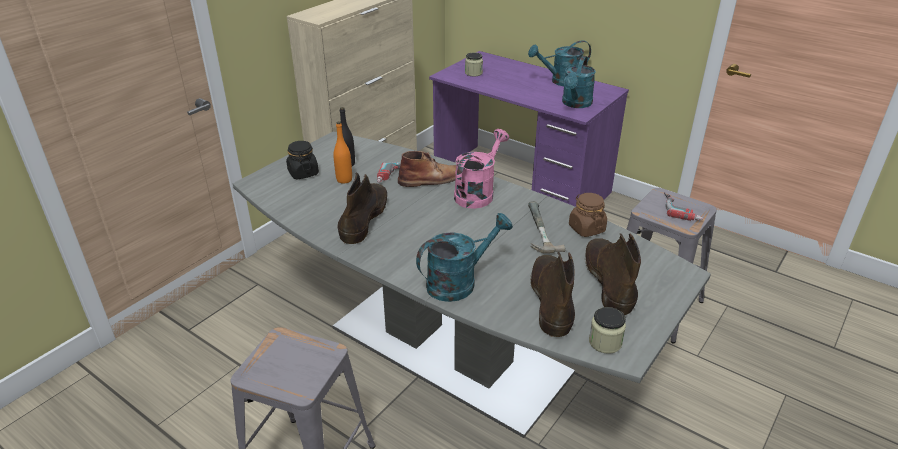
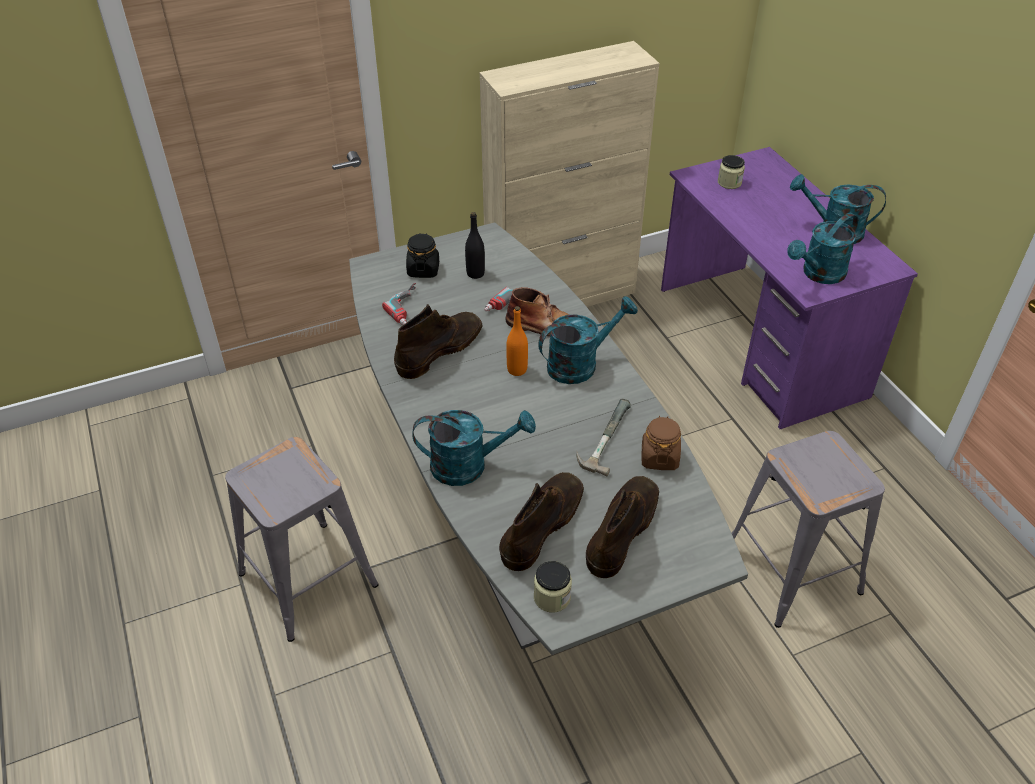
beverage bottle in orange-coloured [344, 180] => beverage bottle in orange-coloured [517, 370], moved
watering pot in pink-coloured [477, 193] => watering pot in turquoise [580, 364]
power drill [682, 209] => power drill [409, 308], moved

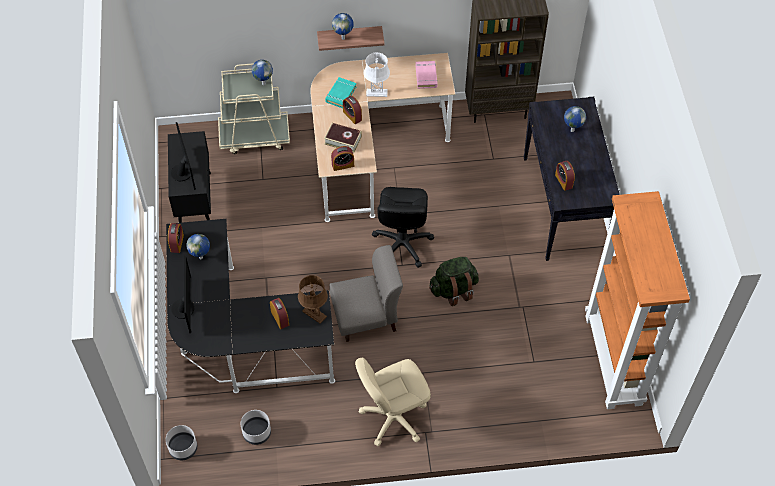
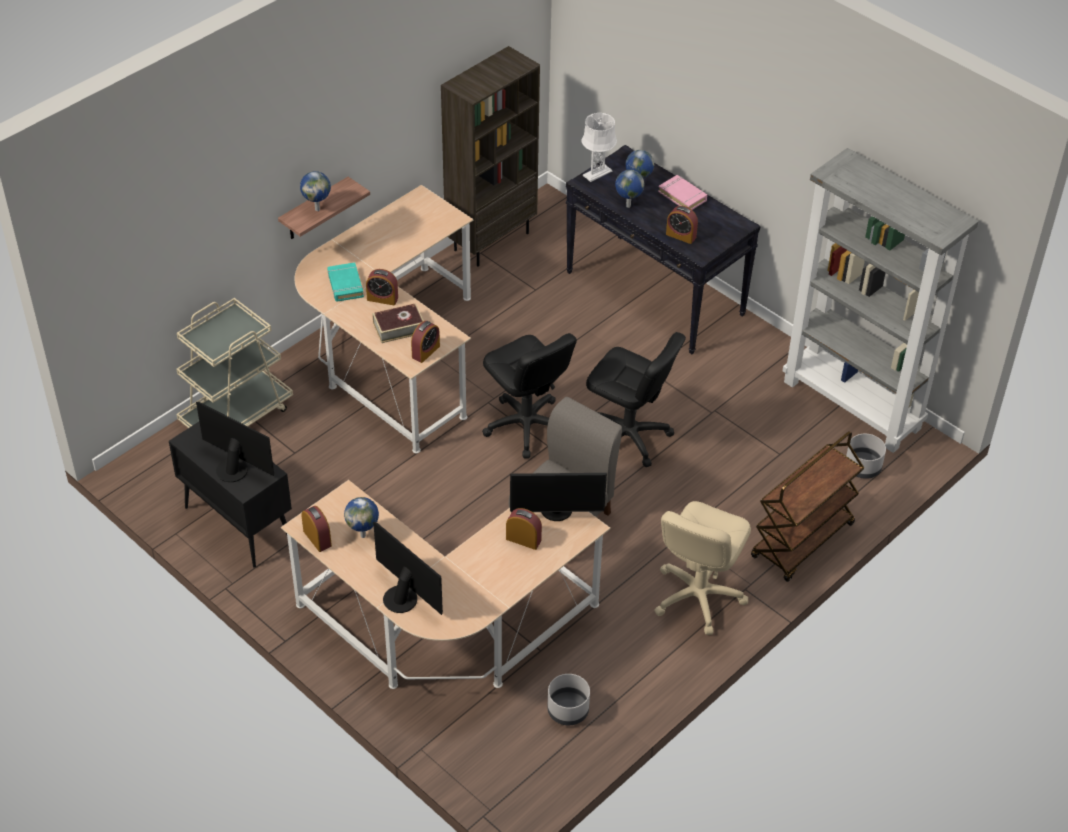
lamp for a table in white [377, 93] => lamp for a table in white [597, 173], moved
desk globe [263, 83] => desk globe [627, 206], moved
book in pink-coloured [426, 76] => book in pink-coloured [682, 196], moved
shelving unit in orange-coloured [614, 360] => shelving unit in grey [853, 405]
desk unit in blackish [239, 341] => desk unit in sand-coloured [447, 632]
rucksack in green [453, 290] => computer chair in blackish [628, 437]
lamp for a table in brown-coloured [314, 314] => computer display [557, 512]
flower pot in grey [183, 448] => flower pot in grey [862, 467], moved
nothing => wheeled cart in brown-coloured [802, 542]

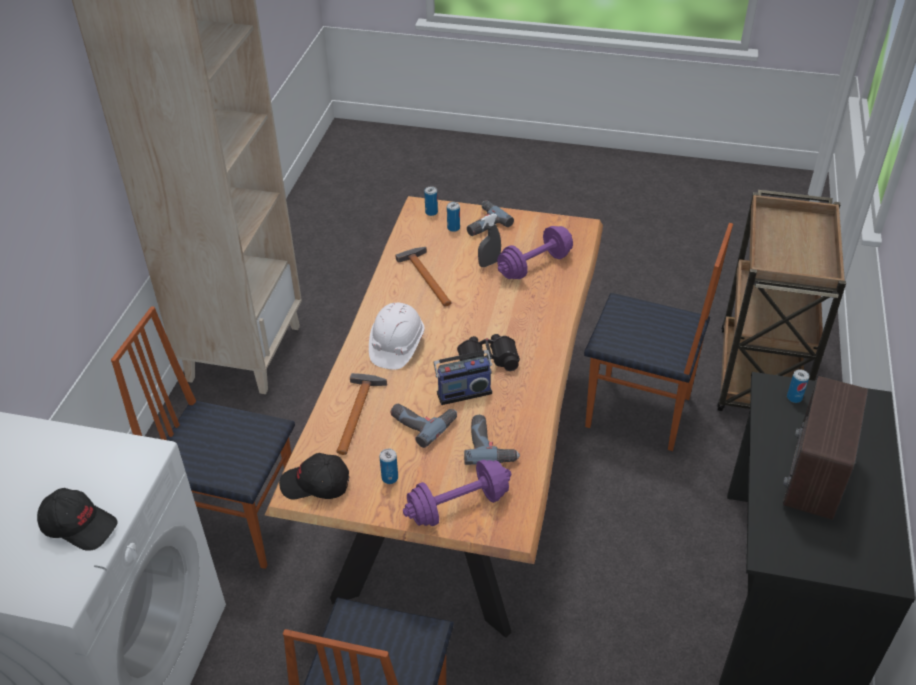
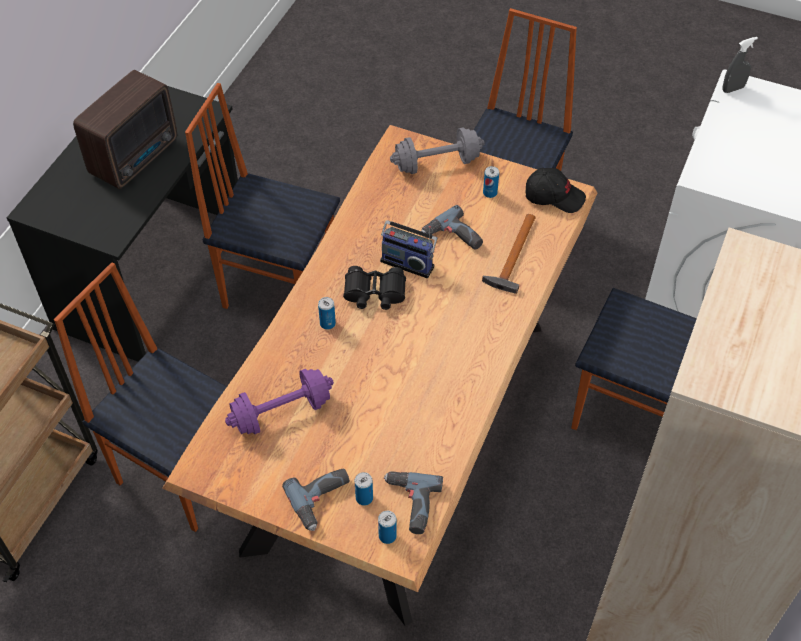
spray bottle in grey [489, 263] => spray bottle in grey [733, 89], moved
hand hammer [426, 276] => nothing
work helmet in white [396, 346] => nothing
radio set [463, 391] => radio set [408, 262], 150 degrees counterclockwise
metal can [794, 398] => metal can [327, 323], moved
power drill [490, 445] => power drill [409, 504], moved
dumbbell in purple [458, 506] => dumbbell in grey [436, 163]
cap in blackish [79, 525] => nothing
nothing => upright chair [279, 288]

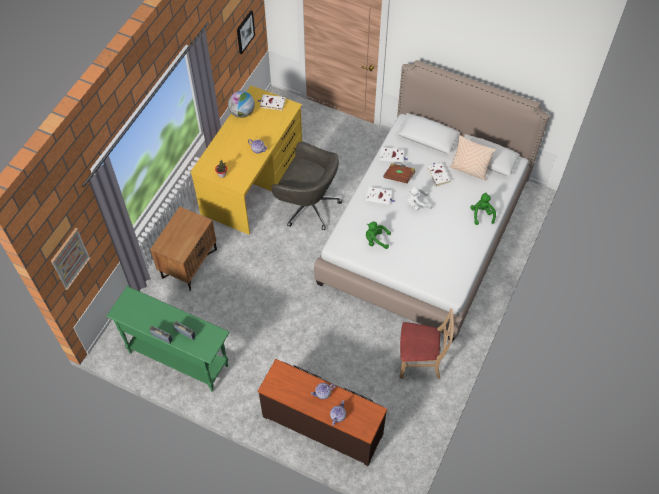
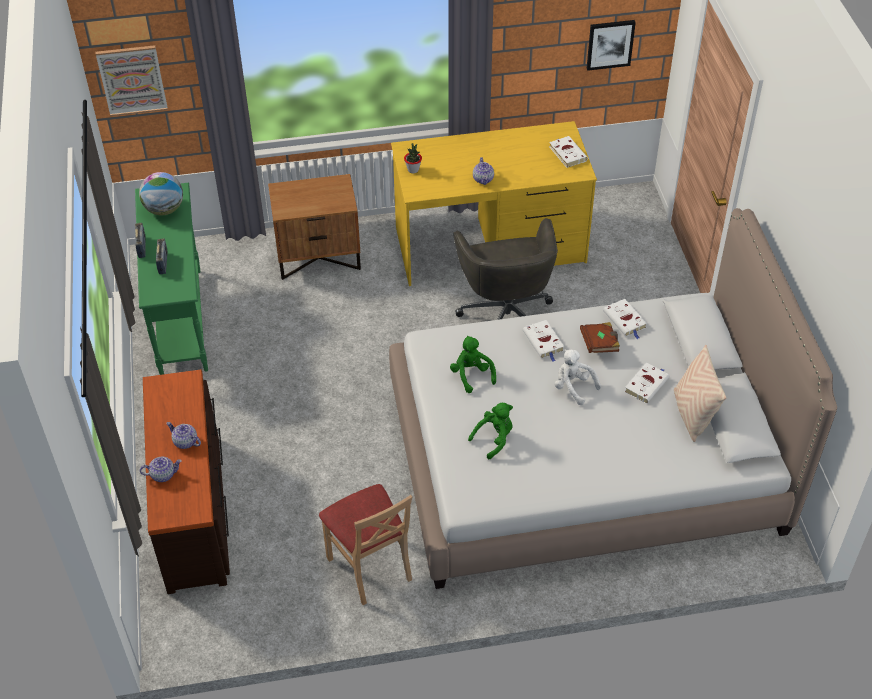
desk globe [242, 113] => desk globe [164, 209], moved
soft toy in green [481, 214] => soft toy in green [494, 439], moved

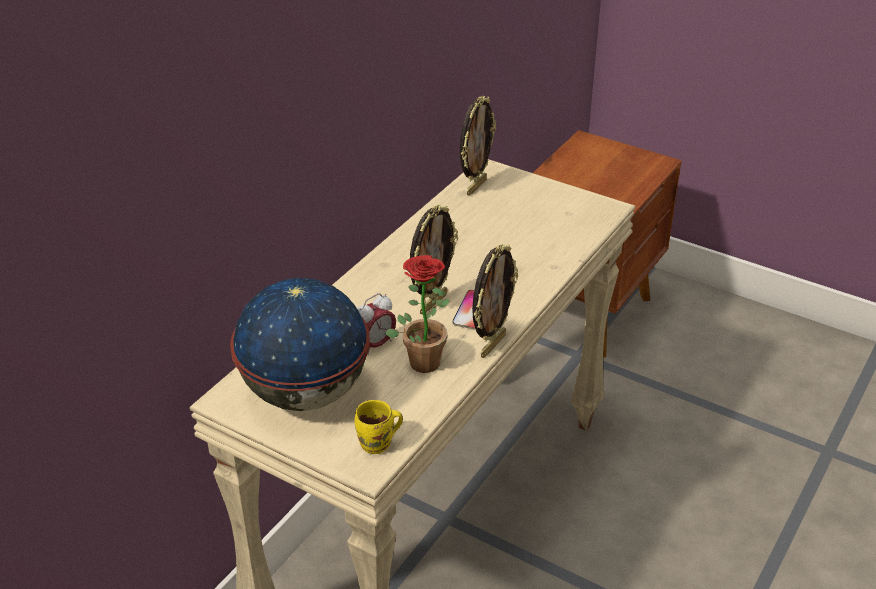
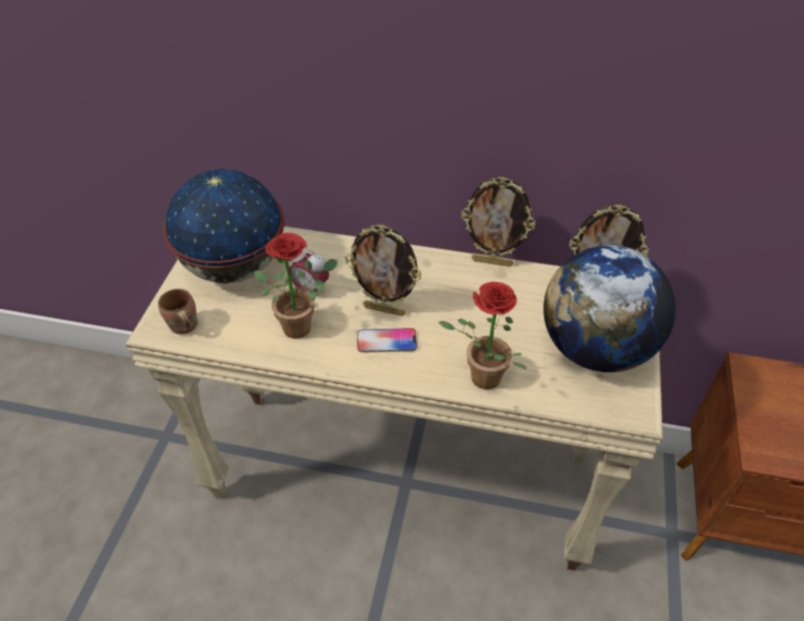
picture frame [492, 345] => picture frame [492, 261], moved
mug in yellow-coloured [378, 445] => mug in brown-coloured [183, 327]
nothing => desk globe [595, 349]
nothing => plant in a pot [479, 379]

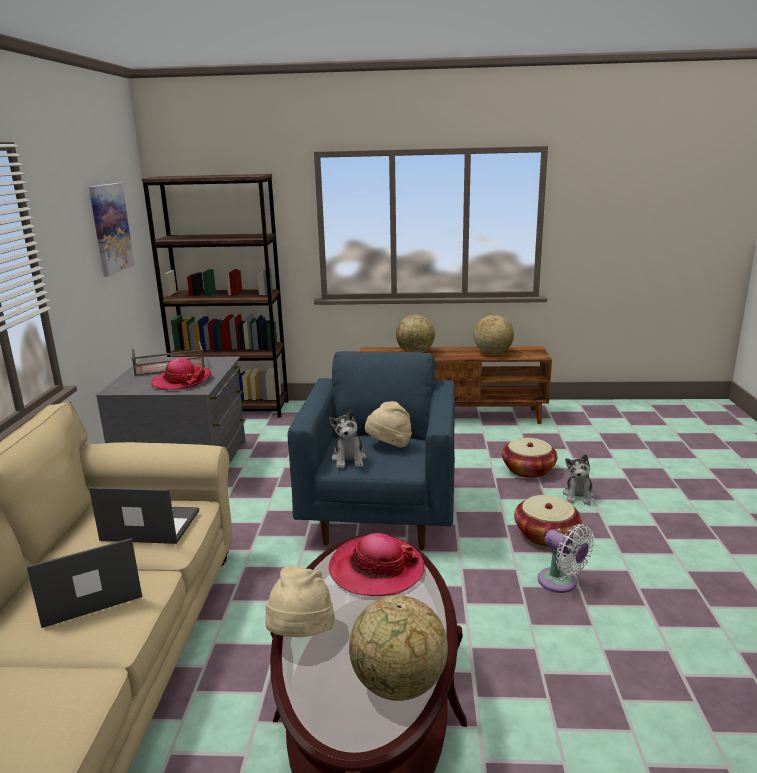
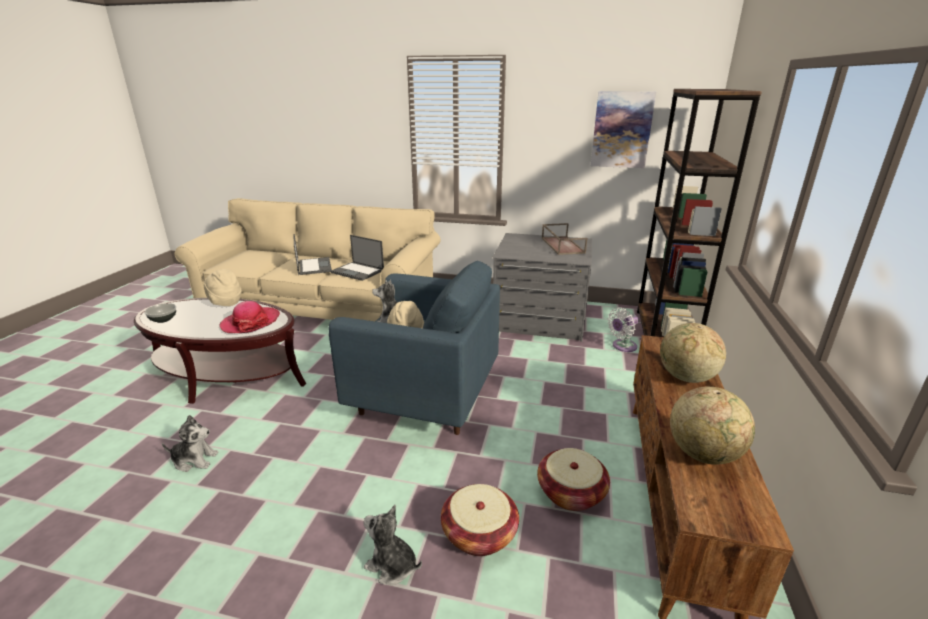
wearable hat [181, 381] => nothing
portable computer [149, 525] => portable computer [358, 271], 105 degrees clockwise
storage basket [546, 535] => storage basket [571, 493], moved
cooling fan in white [561, 583] => cooling fan in white [622, 346], moved
desk globe [398, 685] => serving bowl [163, 320]
nothing => soft toy [194, 460]

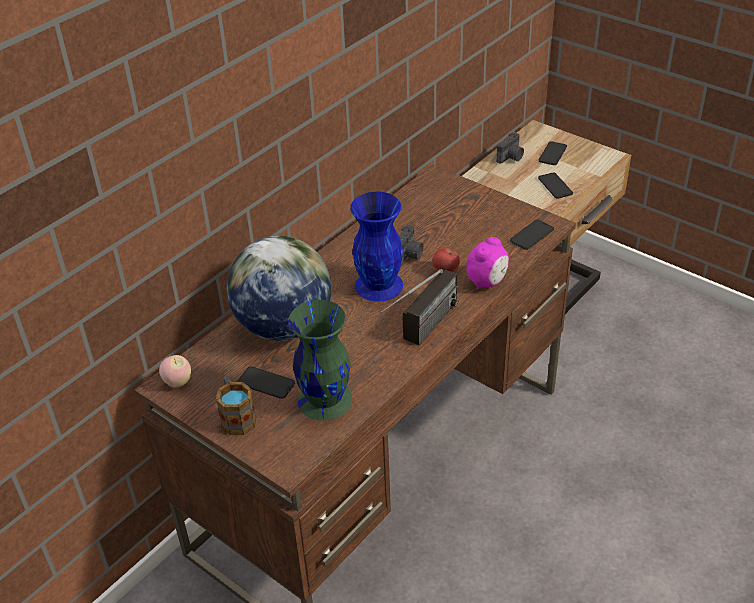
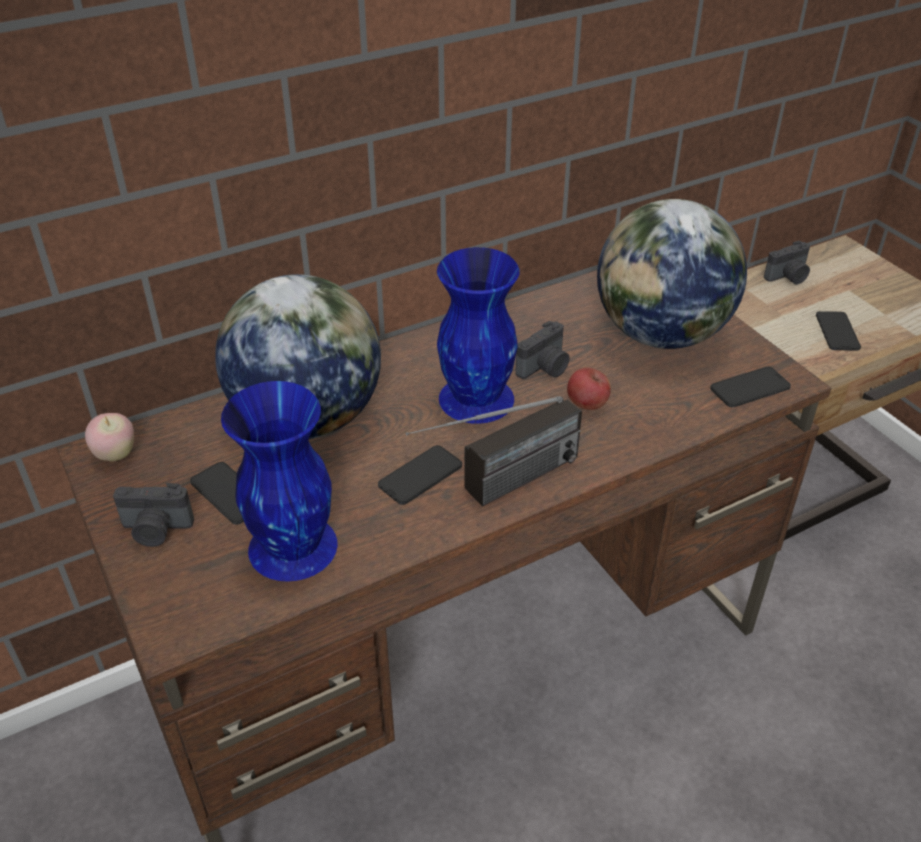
phone [552, 154] => phone [420, 475], moved
alarm clock [487, 282] => nothing
vase in green [324, 399] => vase in bluish [293, 545]
mug [236, 416] => photo camera [156, 530]
nothing => desk globe [661, 335]

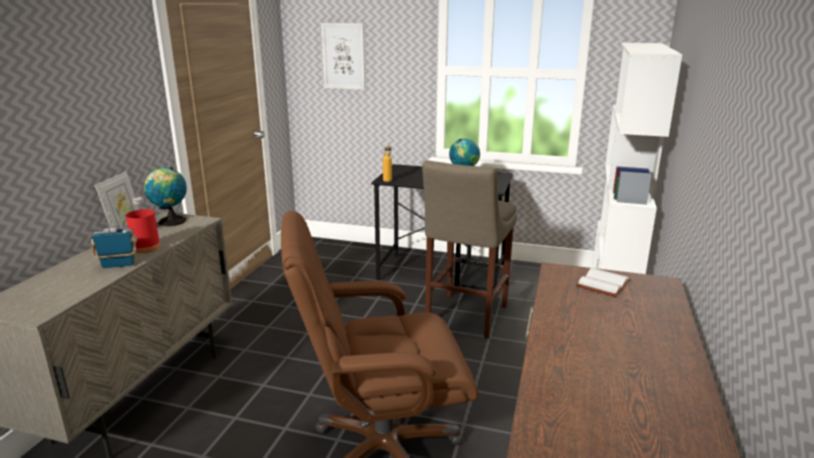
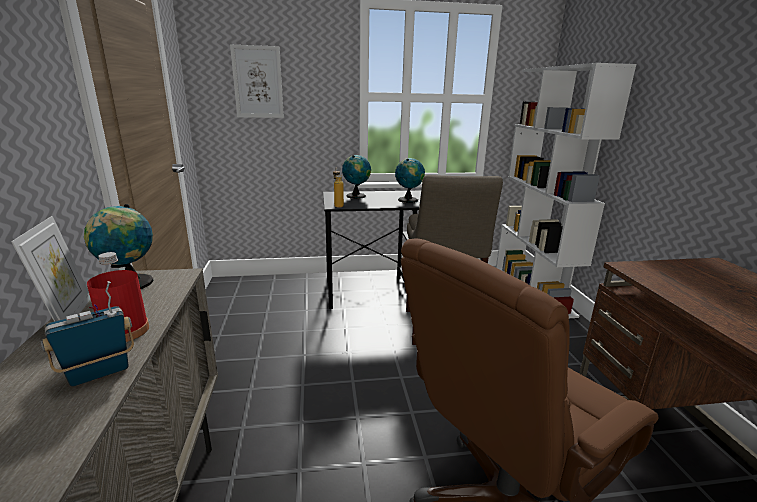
book in white [604, 284] => nothing
nothing => desk globe [356, 196]

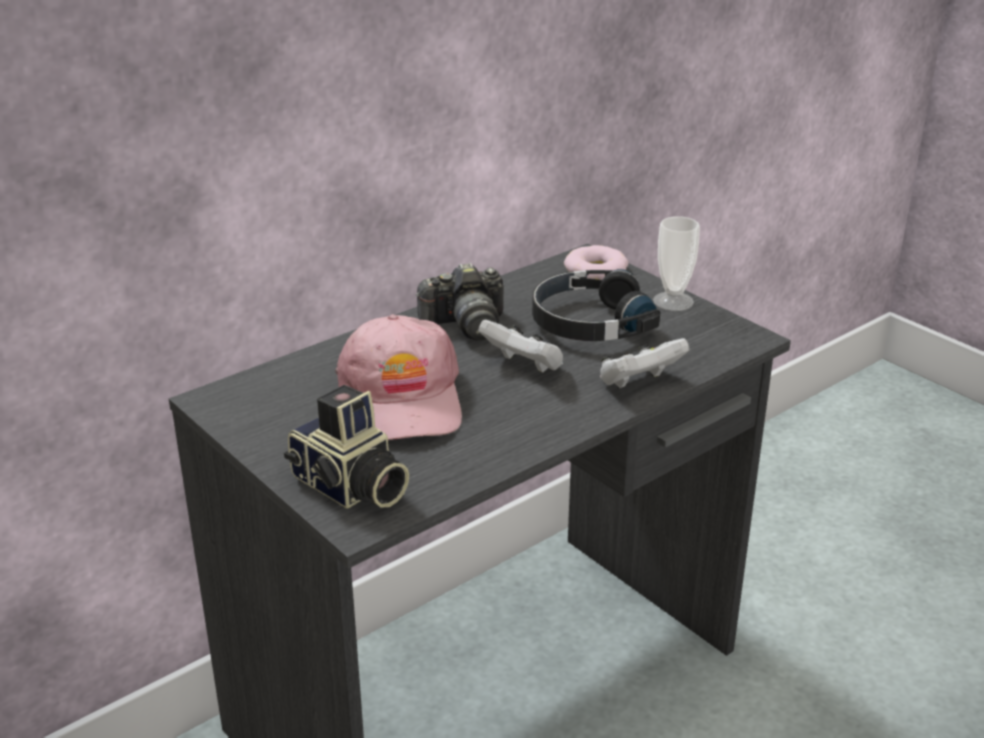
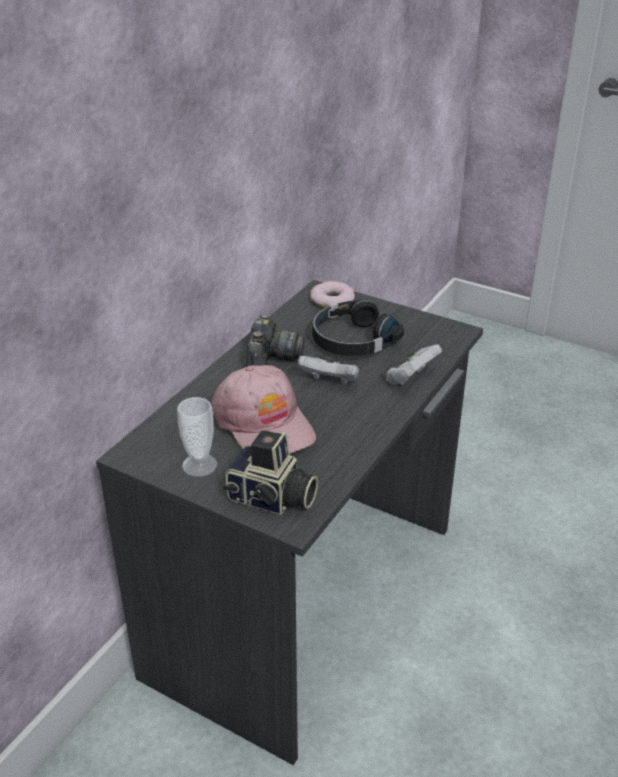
small cup [673, 301] => small cup [199, 465], moved
photo camera [465, 325] => photo camera [271, 358], 45 degrees counterclockwise

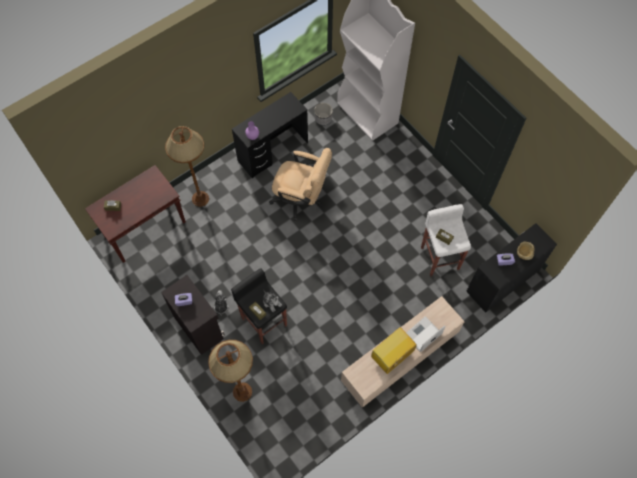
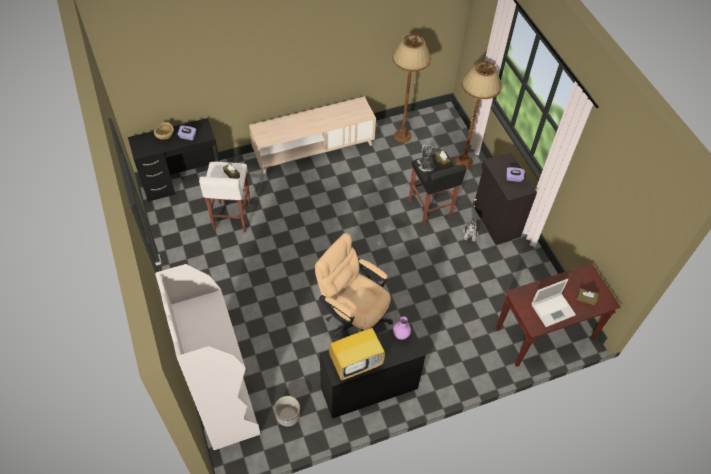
floor lamp in brown-coloured [200, 199] => floor lamp in brown-coloured [402, 136], moved
portable computer [422, 335] => portable computer [553, 309], moved
TV [391, 357] => TV [356, 362], moved

